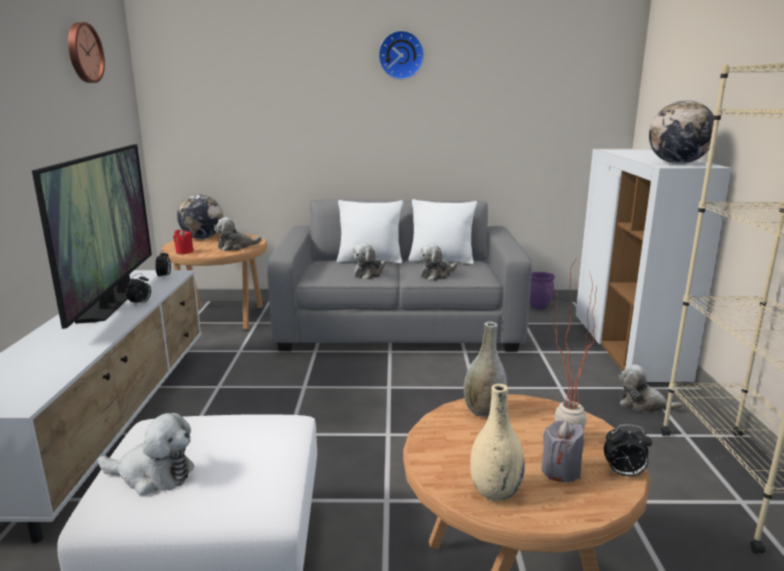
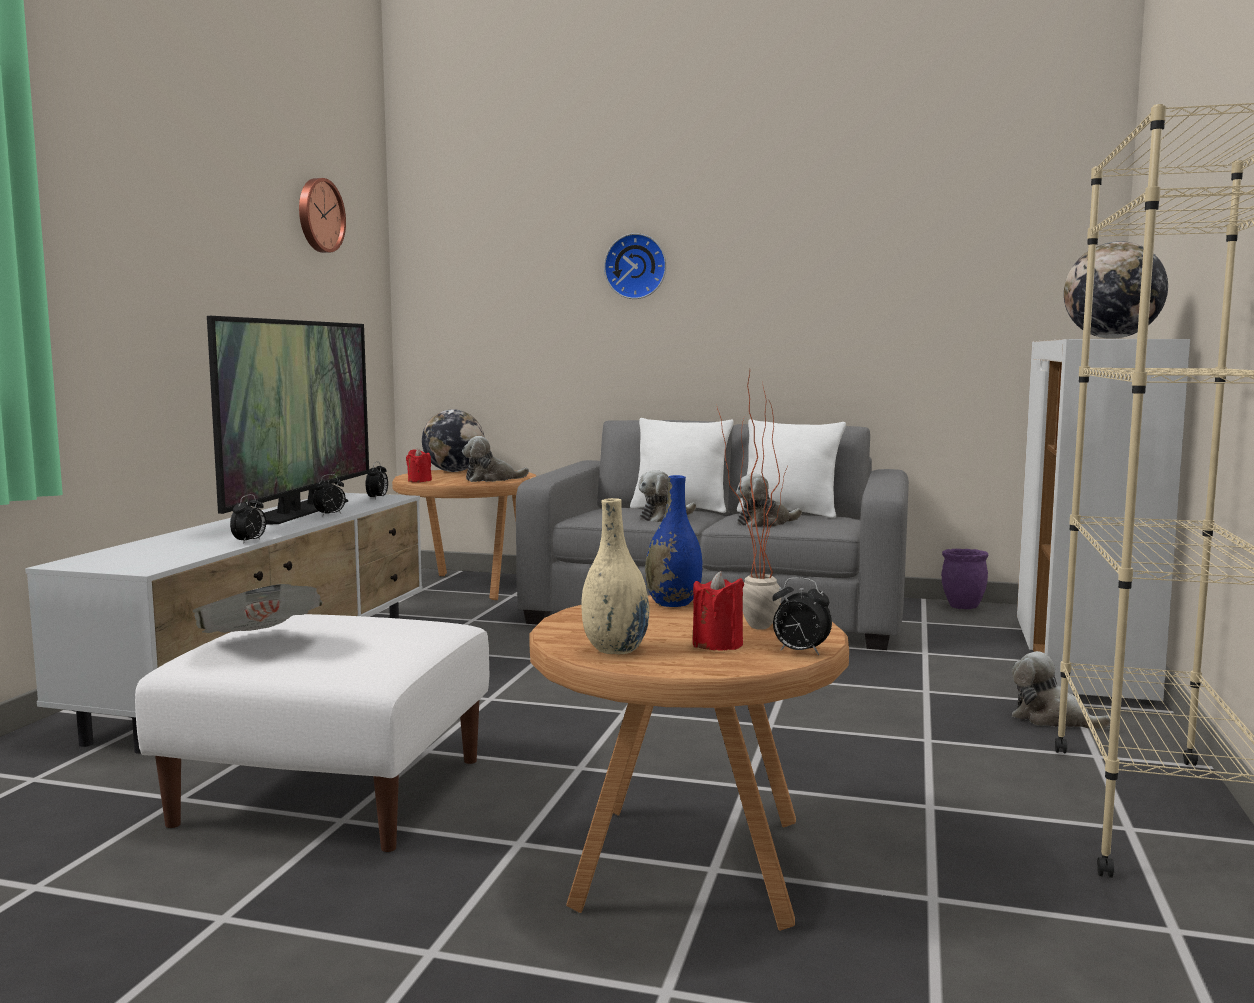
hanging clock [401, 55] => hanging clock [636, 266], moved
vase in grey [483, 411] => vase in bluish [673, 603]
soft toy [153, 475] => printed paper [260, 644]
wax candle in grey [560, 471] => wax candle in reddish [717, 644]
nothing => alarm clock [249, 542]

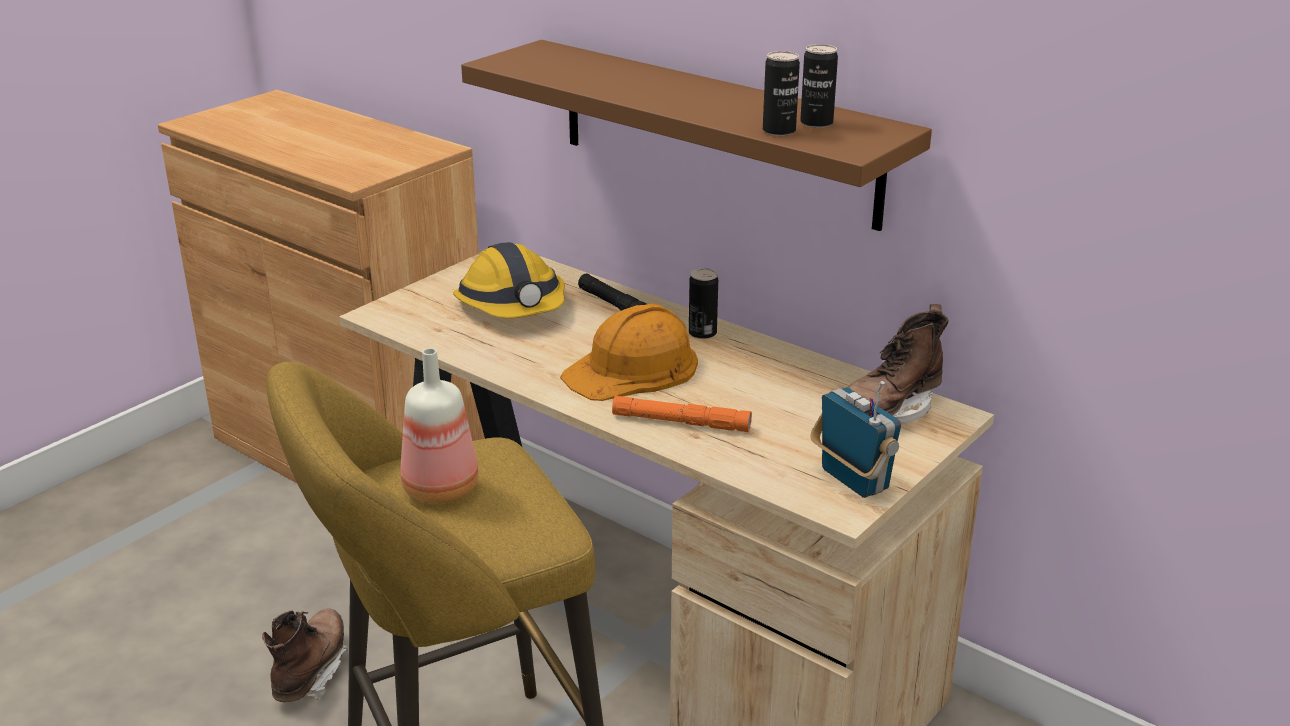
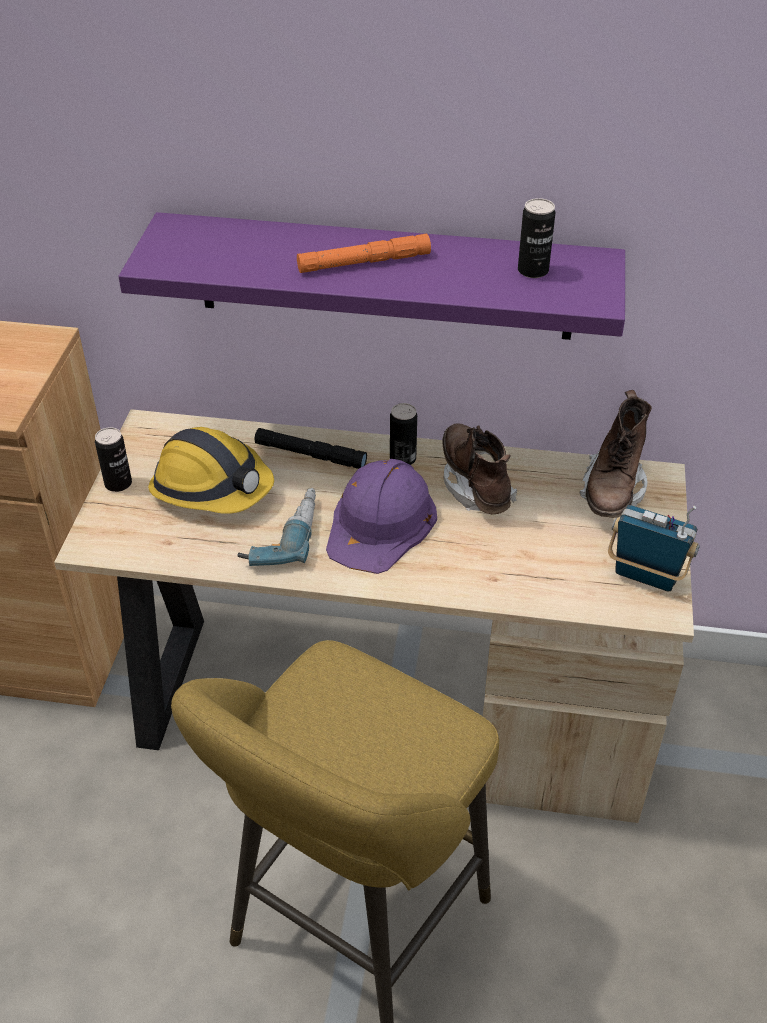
shelf in brown-coloured [716, 132] => shelf in purple [385, 277]
metal can [779, 131] => metal can [118, 483], moved
work helmet in orange-coloured [633, 369] => work helmet in purple [381, 523]
beverage bottle [438, 489] => nothing
torch in orange-coloured [681, 422] => torch in orange-coloured [364, 262], moved
boot in brown-coloured [310, 672] => boot in brown-coloured [475, 484], moved
nothing => power drill [281, 534]

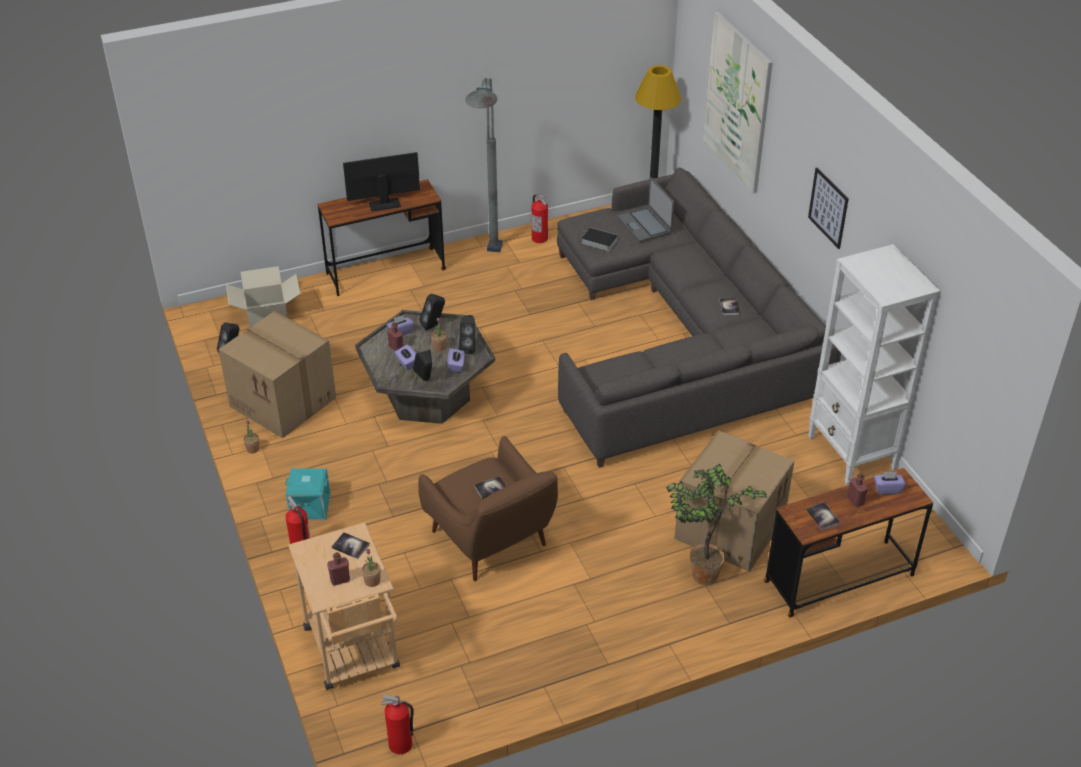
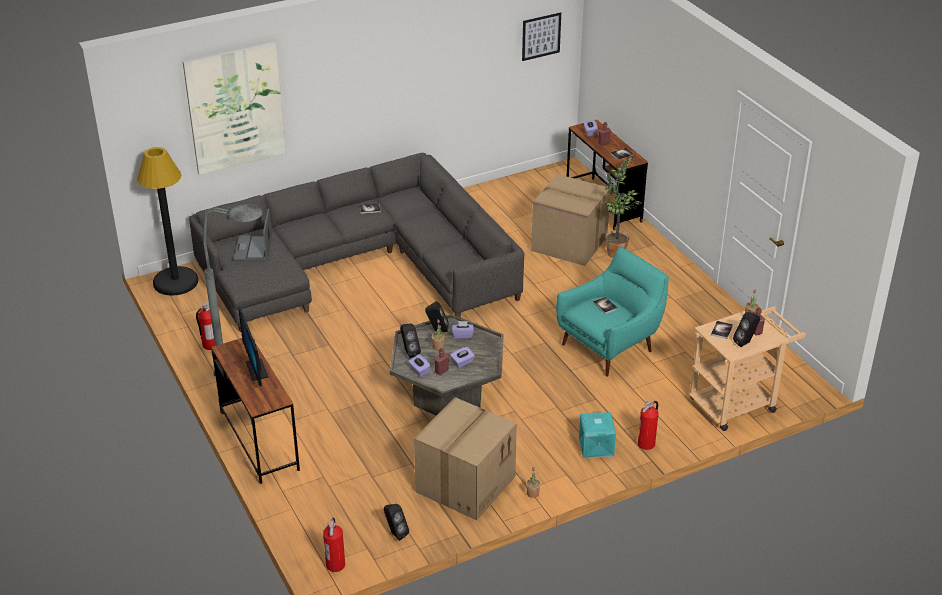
wall art [828, 208] => wall art [541, 36], moved
portable computer [645, 225] => portable computer [254, 249], 120 degrees clockwise
book [598, 241] => nothing
shelving unit in white [852, 454] => nothing
cardboard box [267, 314] => nothing
audio speaker in blackish [425, 379] => audio speaker in blackish [745, 343], moved
lounge chair in brown-coloured [492, 542] => lounge chair in turquoise [610, 346]
fire-fighting cylinder [401, 745] => fire-fighting cylinder [336, 564], moved

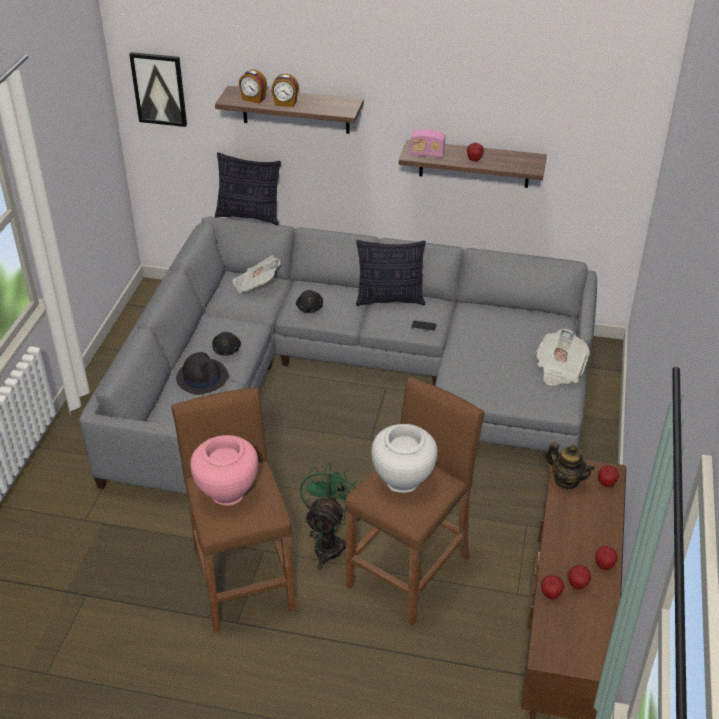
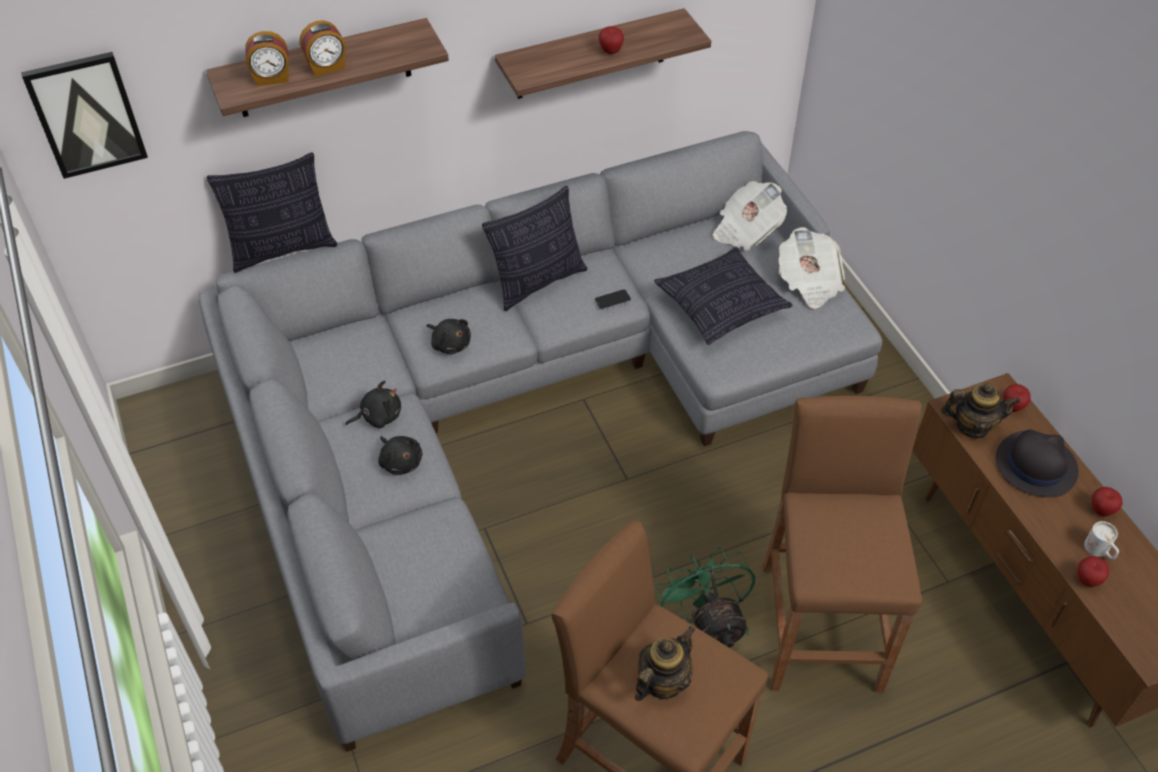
radio set [427, 155] => nothing
printed paper [256, 285] => printed paper [746, 230], moved
wearable hat in blackish [202, 377] => wearable hat in blackish [1035, 465], moved
vase in white [403, 481] => nothing
vase in pink-coloured [227, 493] => teapot [662, 681]
apple [577, 585] => mug in white [1099, 551]
nothing => cushion [721, 306]
nothing => soft toy in blackish [378, 416]

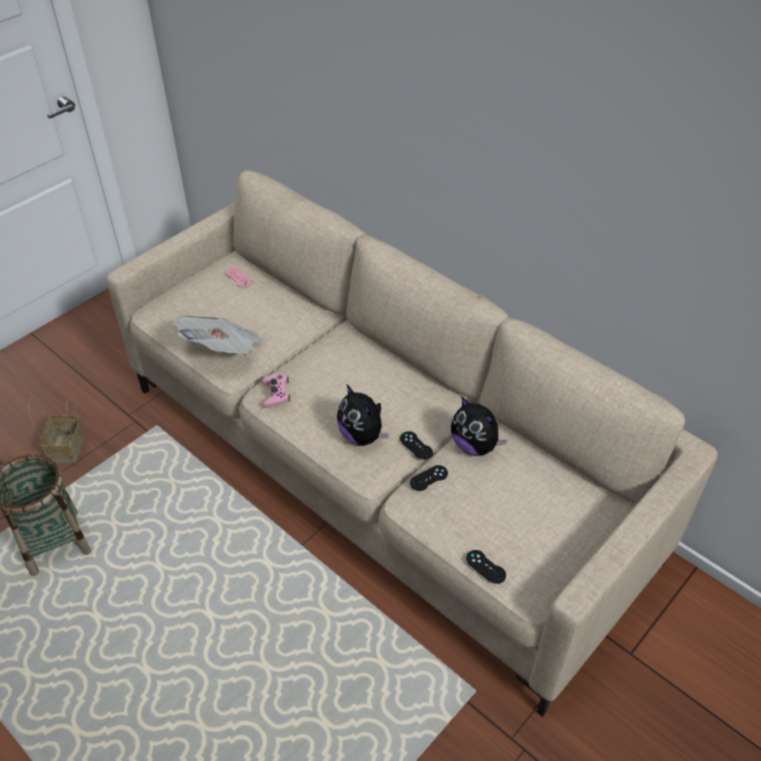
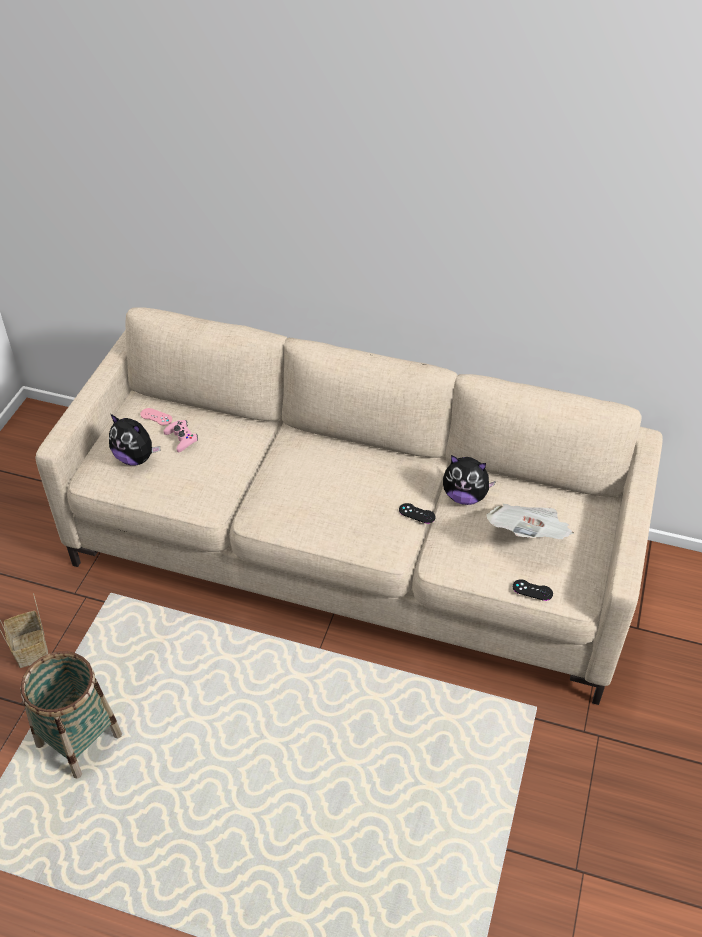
printed paper [223, 350] => printed paper [528, 536], moved
gamepad in pink-coloured [276, 393] => gamepad in pink-coloured [181, 438], moved
soft toy [362, 436] => soft toy [136, 458], moved
gamepad in blackish [429, 478] => nothing

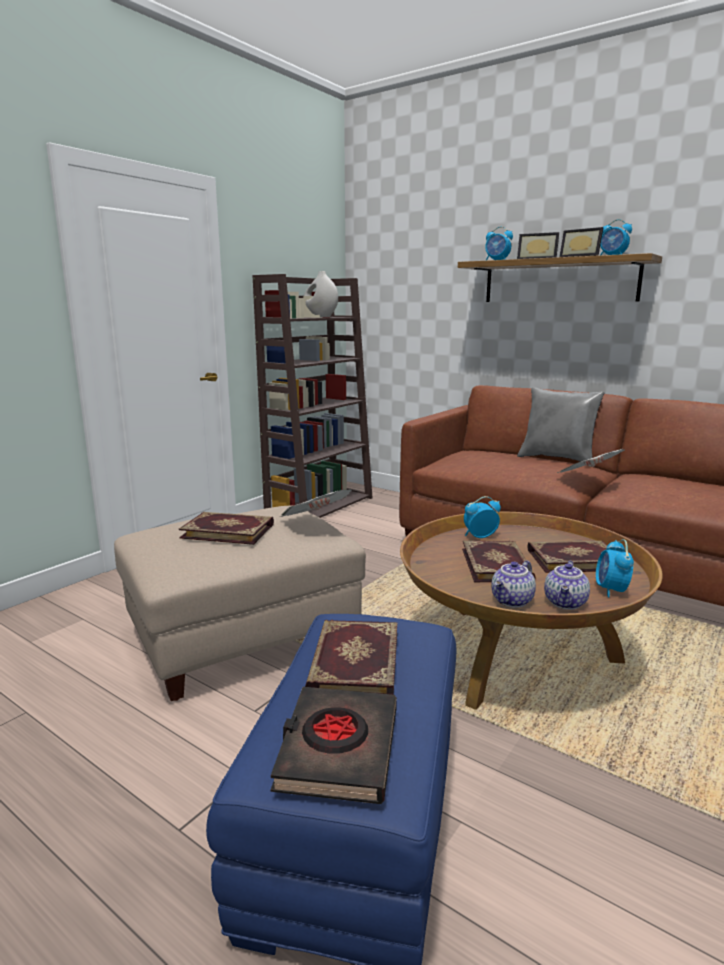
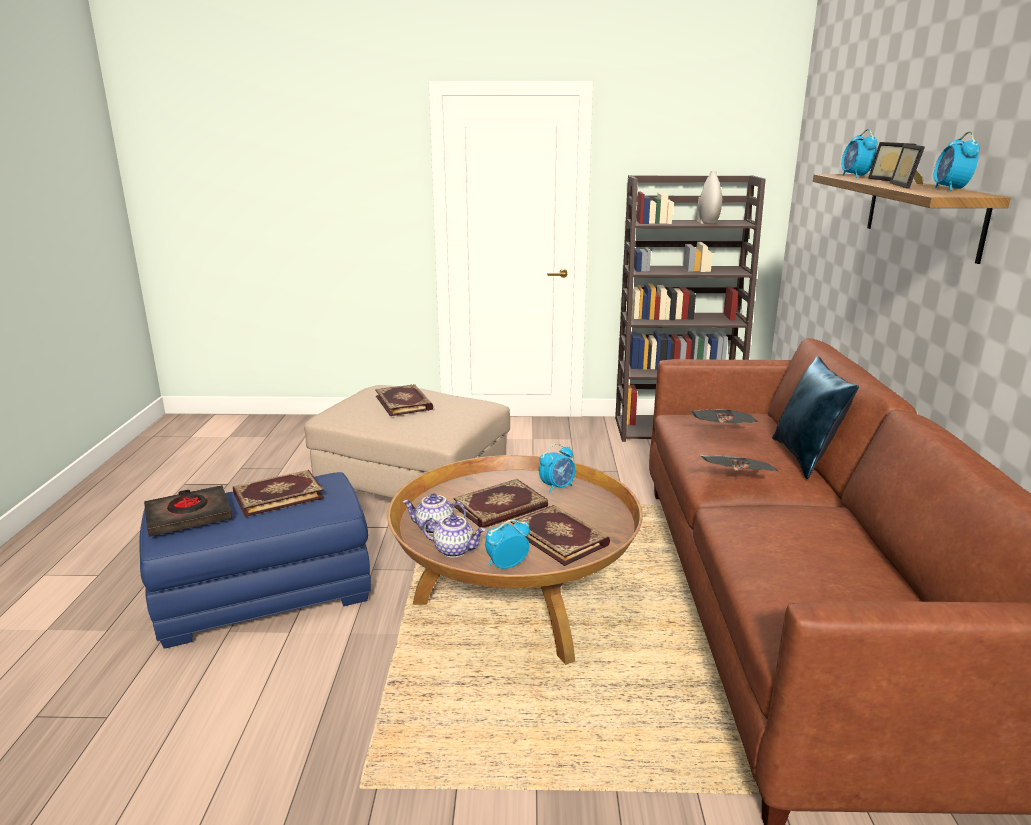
cushion in grey [557, 459] => cushion in bluish [806, 458]
printed paper [315, 522] => printed paper [721, 434], moved
alarm clock [479, 536] => alarm clock [557, 487], 105 degrees clockwise
teapot [566, 603] => teapot [455, 550], 150 degrees counterclockwise

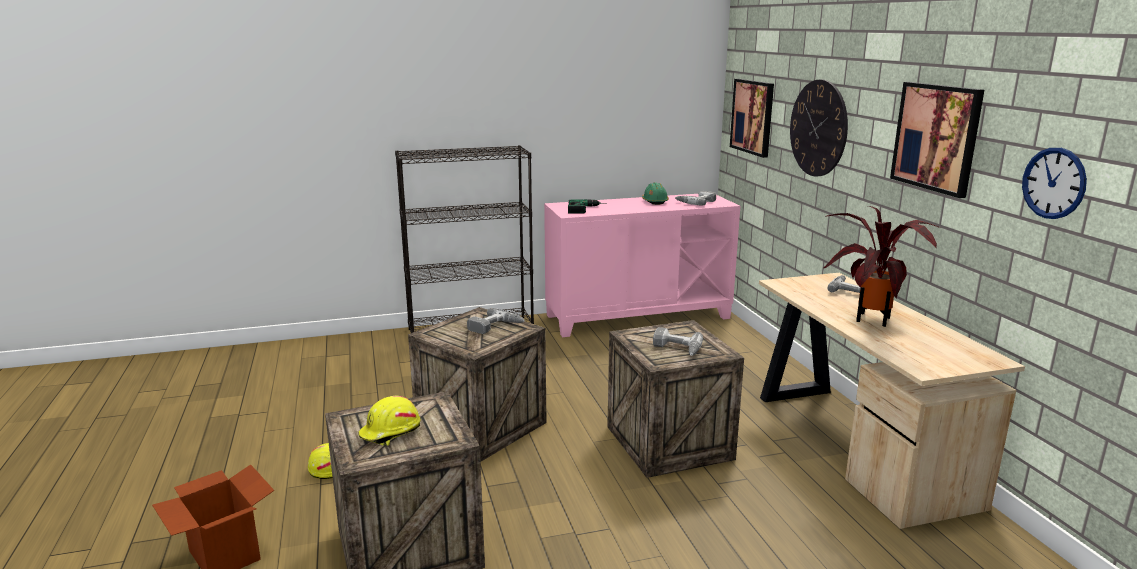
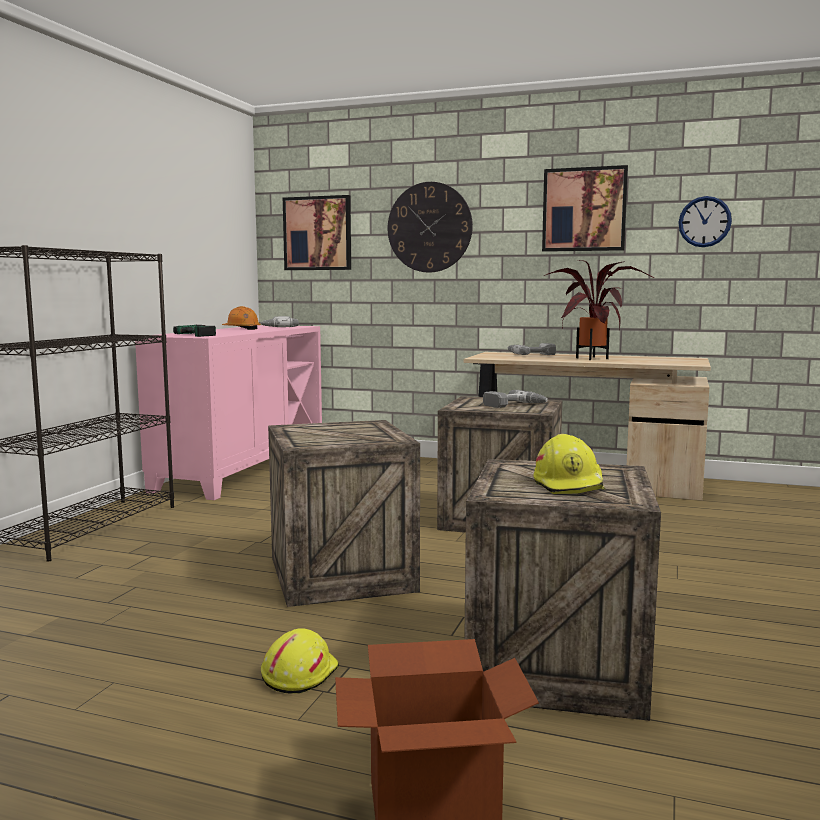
work helmet in green [654, 201] => work helmet in orange-coloured [241, 329]
power drill [496, 327] => nothing

